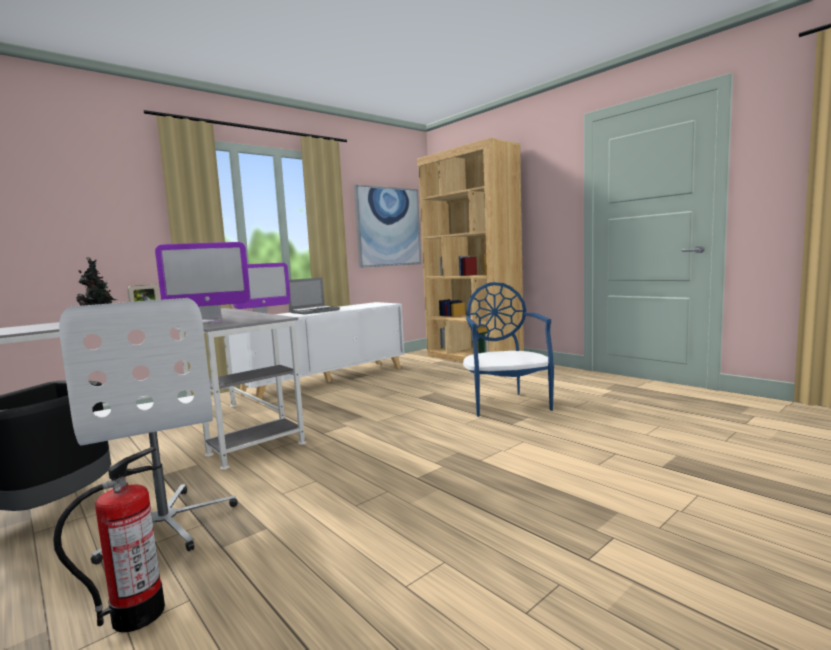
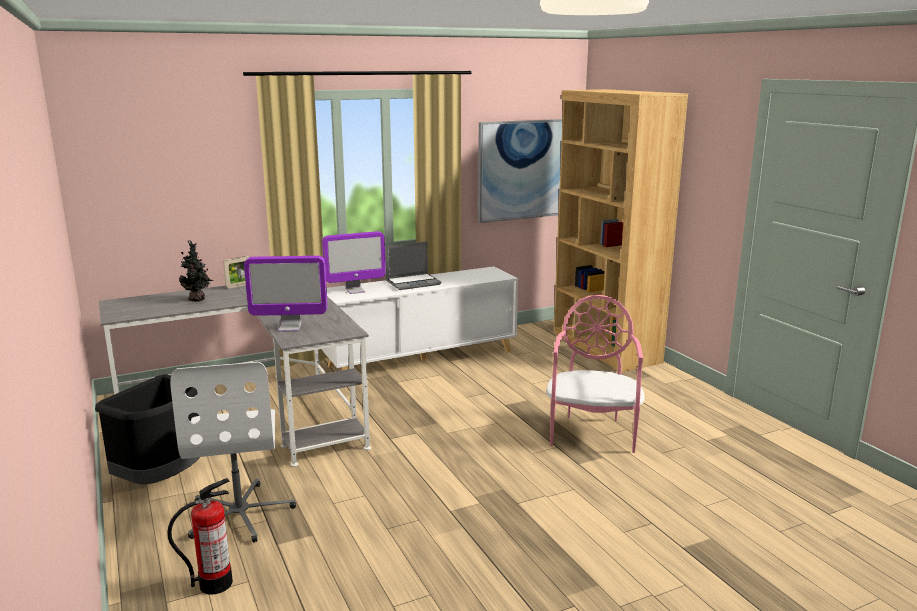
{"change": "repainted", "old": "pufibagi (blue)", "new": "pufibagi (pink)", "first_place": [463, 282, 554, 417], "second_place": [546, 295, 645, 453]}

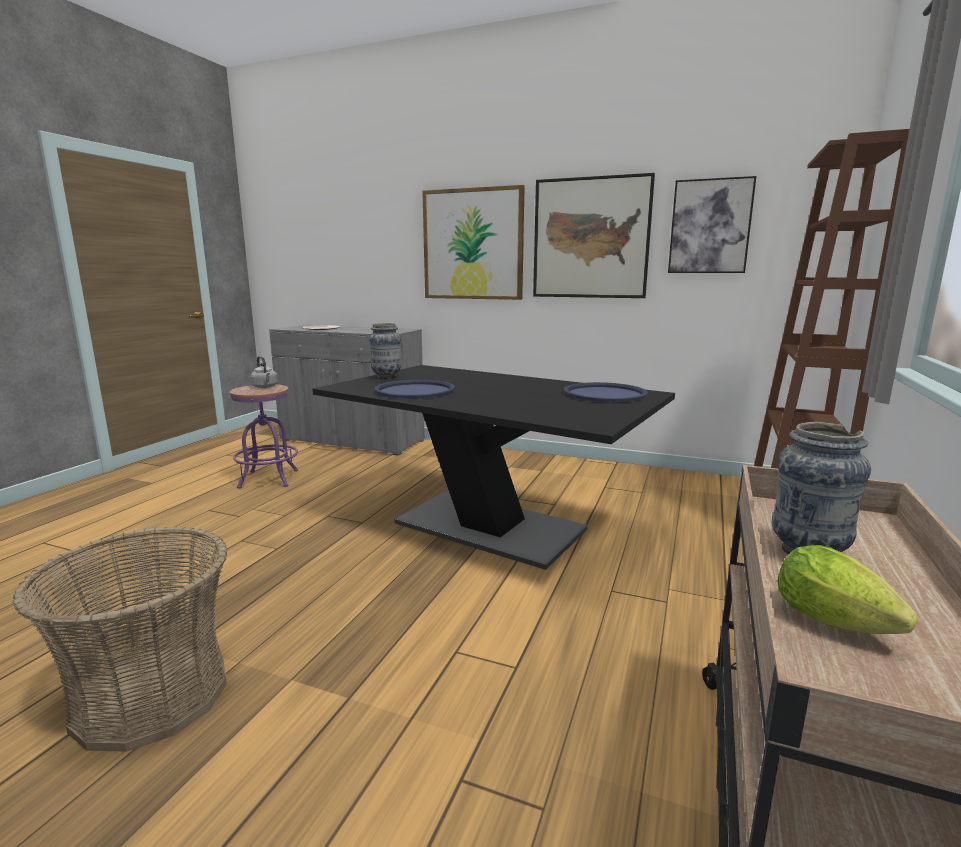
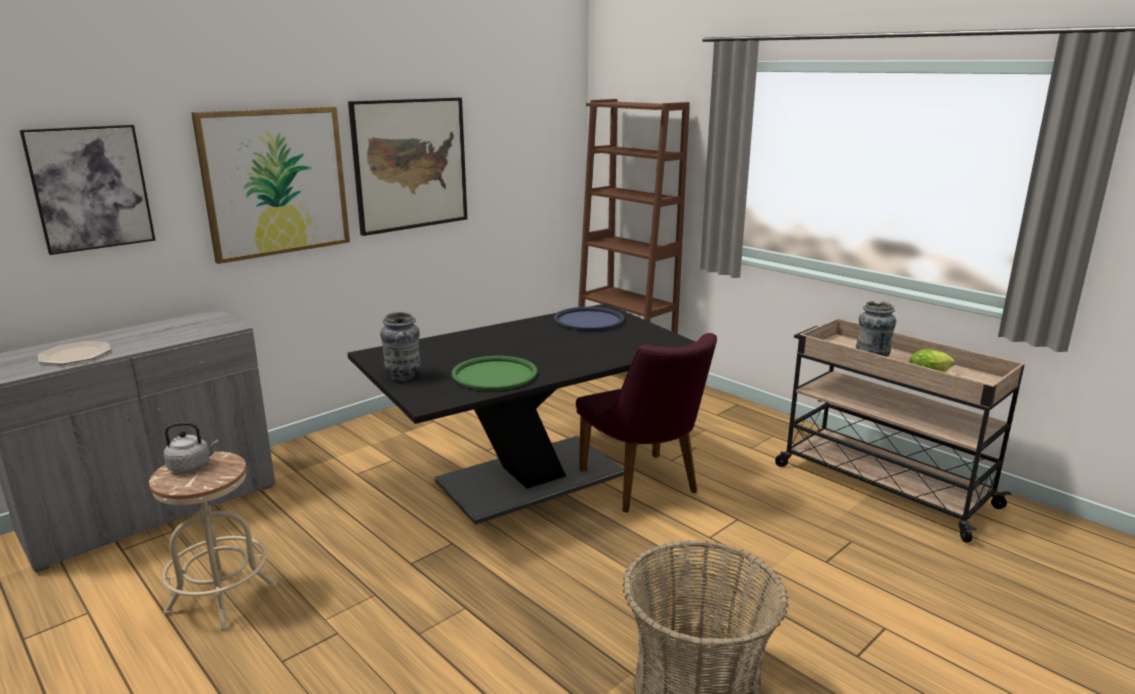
{"change": "shifted", "old": "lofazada", "first_place": [668, 176, 756, 273], "second_place": [20, 125, 155, 255]}
{"change": "repainted", "old": "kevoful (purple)", "new": "kevoful (beige)", "first_place": [230, 384, 298, 489], "second_place": [149, 452, 277, 631]}
{"change": "repainted", "old": "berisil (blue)", "new": "berisil (green)", "first_place": [375, 380, 455, 399], "second_place": [452, 356, 537, 390]}
{"change": "new", "new": "pufibagi (purple)", "second_place": [576, 333, 717, 513]}

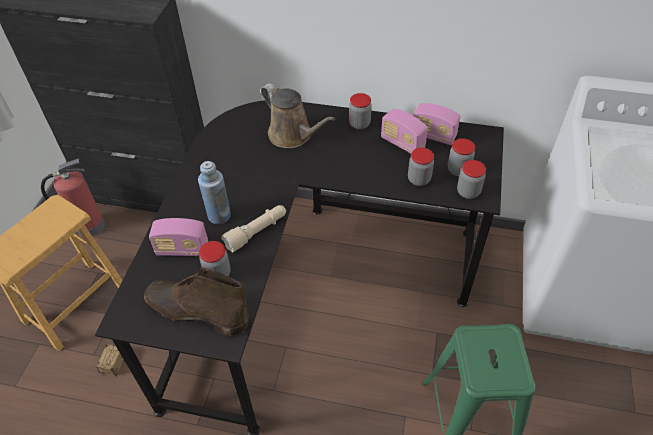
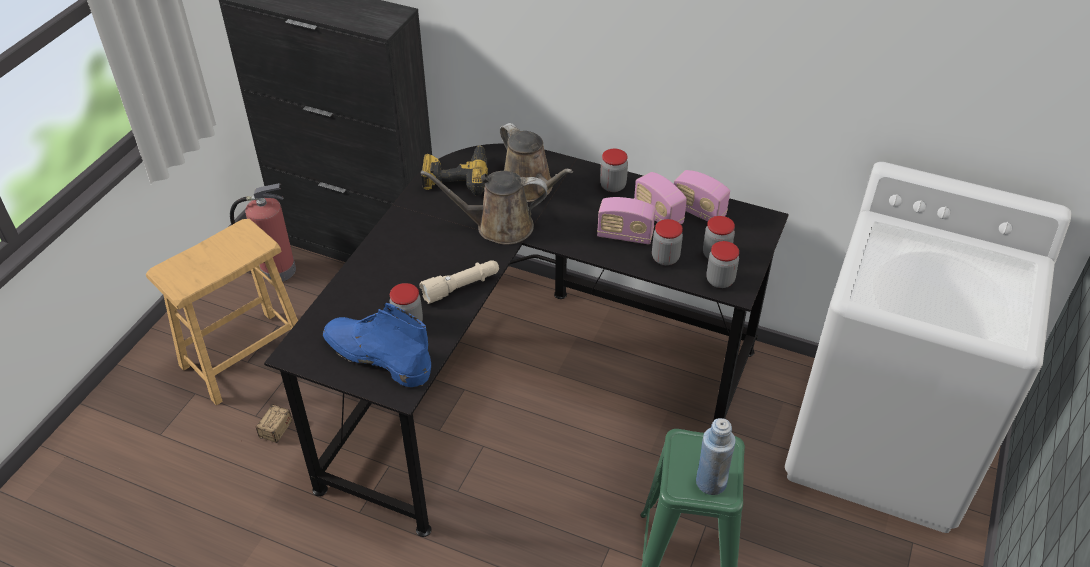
{"change": "repainted", "old": "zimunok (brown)", "new": "zimunok (blue)", "first_place": [144, 267, 249, 336], "second_place": [323, 303, 431, 387]}
{"change": "new", "new": "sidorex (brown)", "second_place": [420, 170, 547, 245]}
{"change": "new", "new": "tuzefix", "second_place": [421, 146, 488, 196]}
{"change": "shifted", "old": "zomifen", "first_place": [149, 218, 208, 256], "second_place": [597, 197, 656, 245]}
{"change": "shifted", "old": "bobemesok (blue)", "first_place": [198, 161, 231, 224], "second_place": [696, 418, 736, 495]}

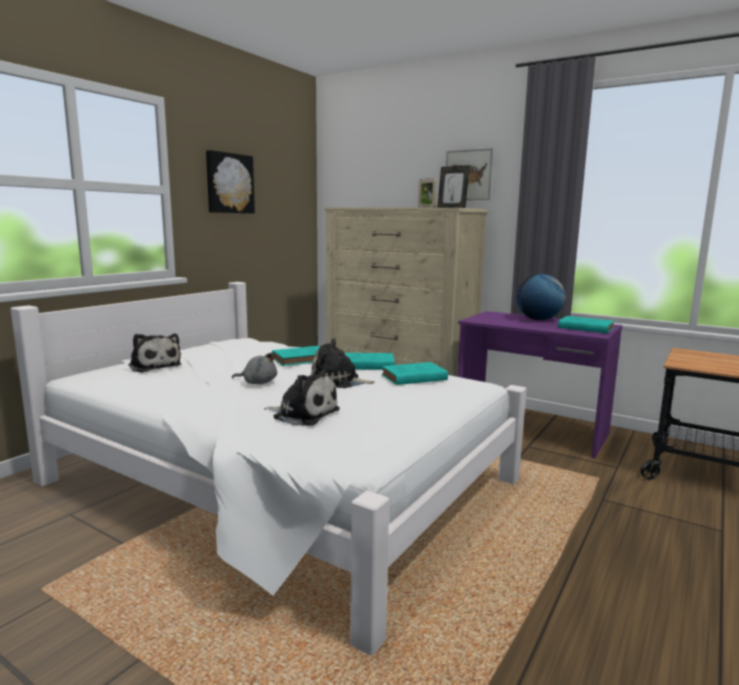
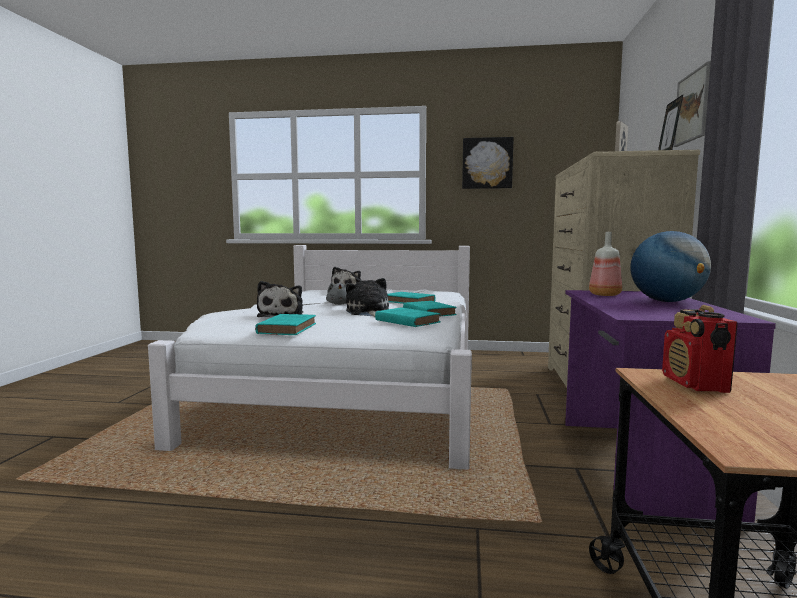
{"change": "shifted", "old": "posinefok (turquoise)", "first_place": [558, 316, 615, 334], "second_place": [255, 314, 316, 335]}
{"change": "new", "new": "bobemesok", "second_place": [589, 232, 622, 296]}
{"change": "new", "new": "zomifen", "second_place": [662, 305, 738, 393]}

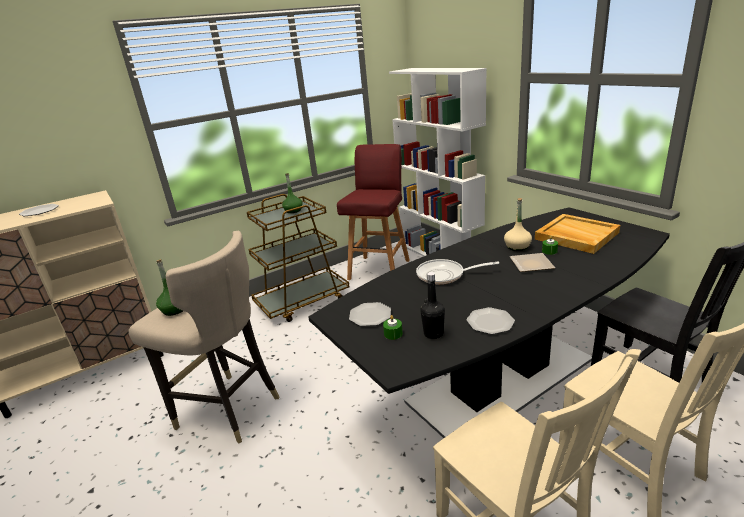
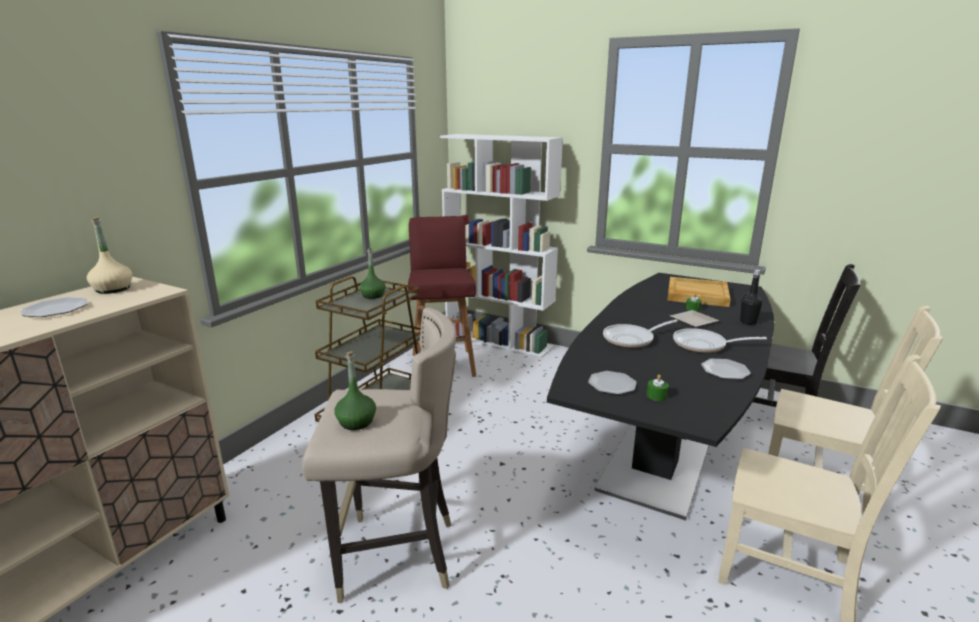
{"change": "shifted", "old": "bobemesok (beige)", "first_place": [504, 198, 532, 251], "second_place": [87, 217, 132, 294]}
{"change": "new", "new": "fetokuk", "second_place": [673, 328, 767, 353]}
{"change": "shifted", "old": "bobemesok (black)", "first_place": [420, 272, 445, 339], "second_place": [740, 269, 762, 325]}

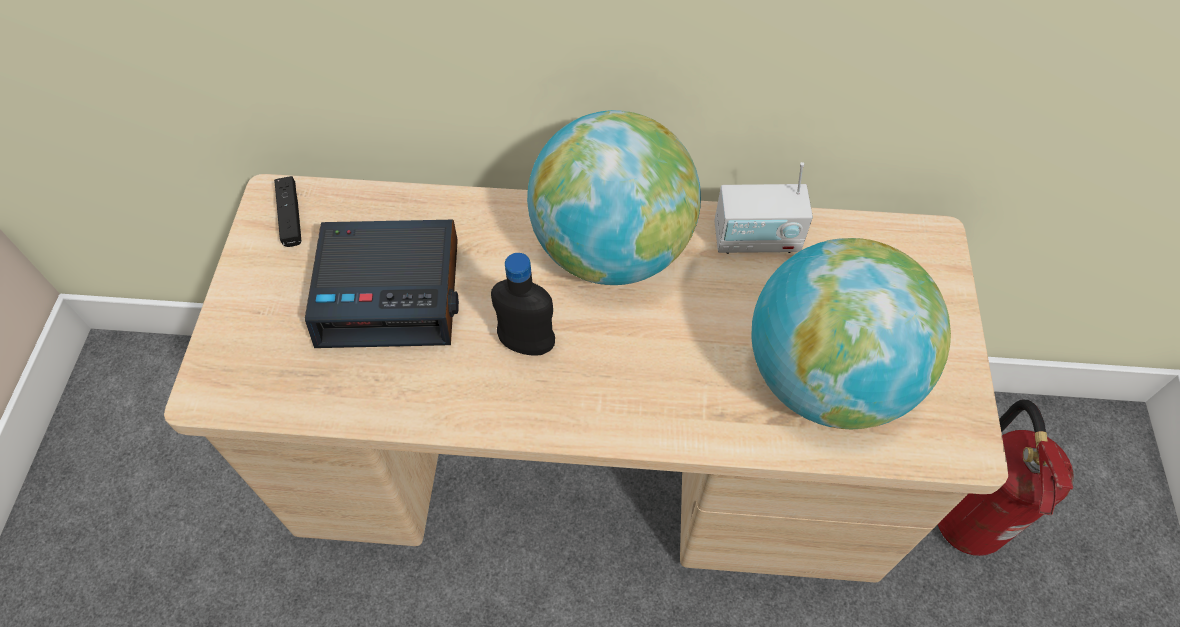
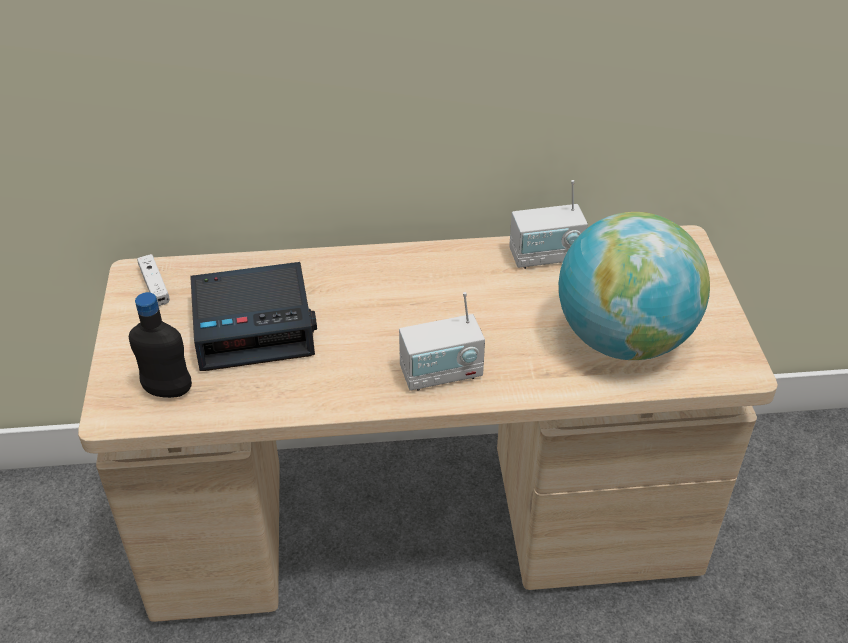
{"change": "shifted", "old": "bobemesok (black)", "first_place": [491, 253, 555, 355], "second_place": [129, 292, 192, 398]}
{"change": "repainted", "old": "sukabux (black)", "new": "sukabux (white)", "first_place": [274, 176, 302, 247], "second_place": [137, 254, 170, 306]}
{"change": "new", "new": "zomifen", "second_place": [399, 292, 485, 391]}
{"change": "gone", "old": "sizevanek", "first_place": [527, 110, 701, 285]}
{"change": "gone", "old": "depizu", "first_place": [938, 400, 1073, 556]}

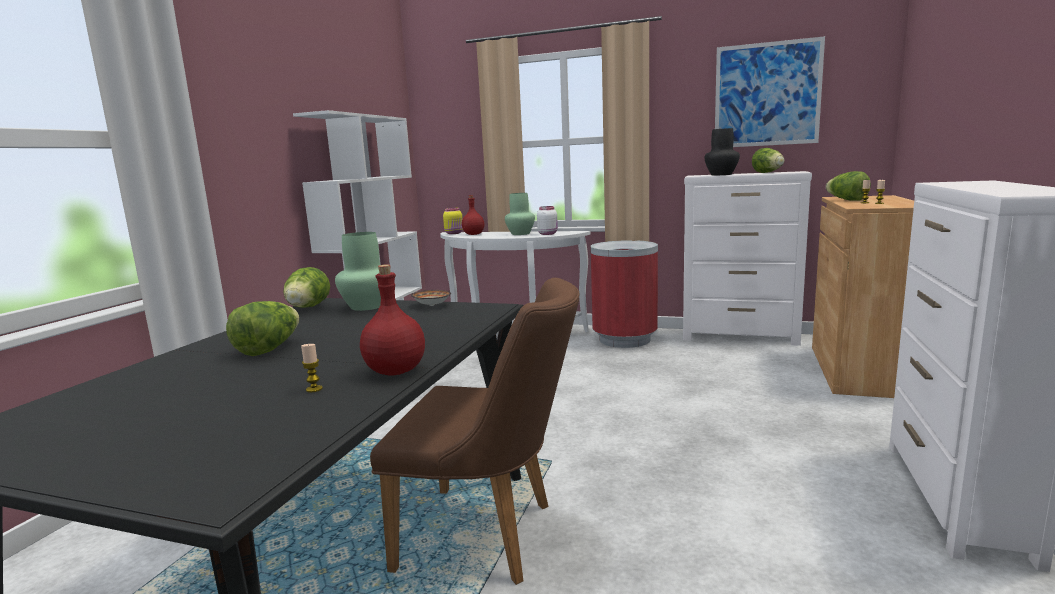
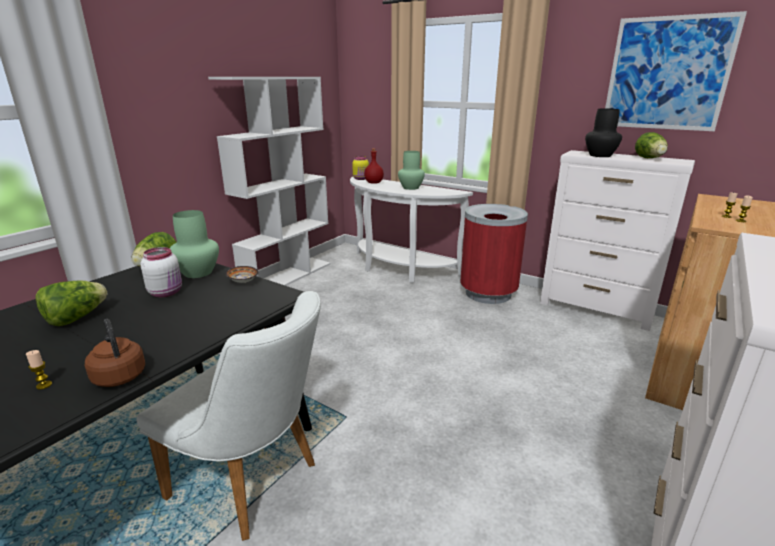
{"change": "swapped", "old": "bobemesok (red)", "new": "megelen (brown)", "first_place": [360, 264, 425, 375], "second_place": [85, 319, 145, 387]}
{"change": "repainted", "old": "pufibagi (brown)", "new": "pufibagi (white)", "first_place": [370, 278, 580, 585], "second_place": [136, 291, 321, 541]}
{"change": "shifted", "old": "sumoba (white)", "first_place": [537, 206, 558, 235], "second_place": [141, 247, 182, 297]}
{"change": "gone", "old": "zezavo", "first_place": [826, 171, 871, 200]}

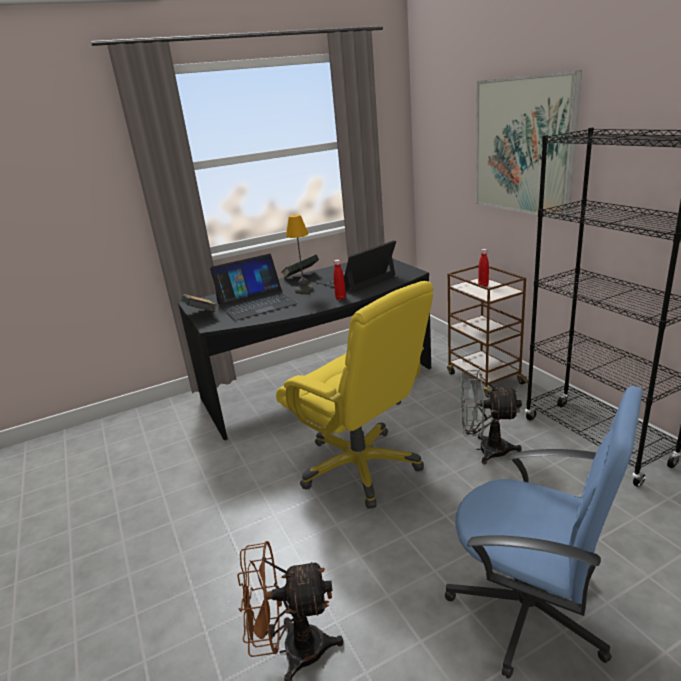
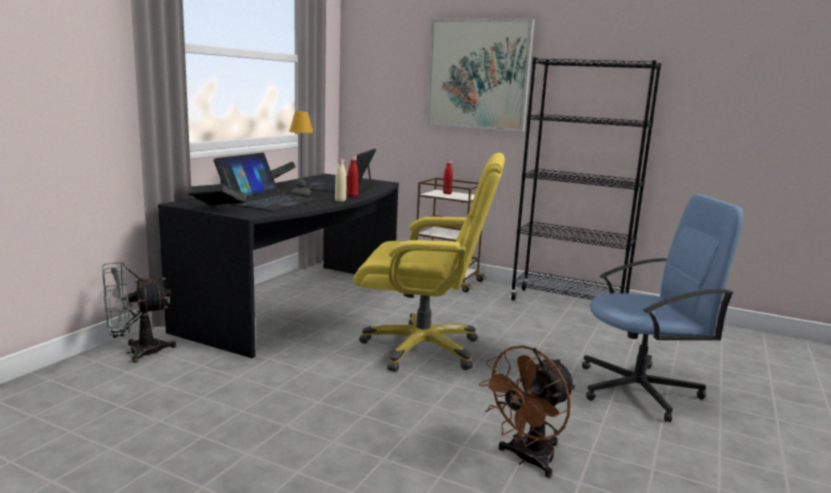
{"change": "shifted", "old": "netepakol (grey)", "first_place": [461, 370, 522, 464], "second_place": [102, 262, 177, 363]}
{"change": "new", "new": "bobemesok (beige)", "second_place": [335, 159, 347, 202]}

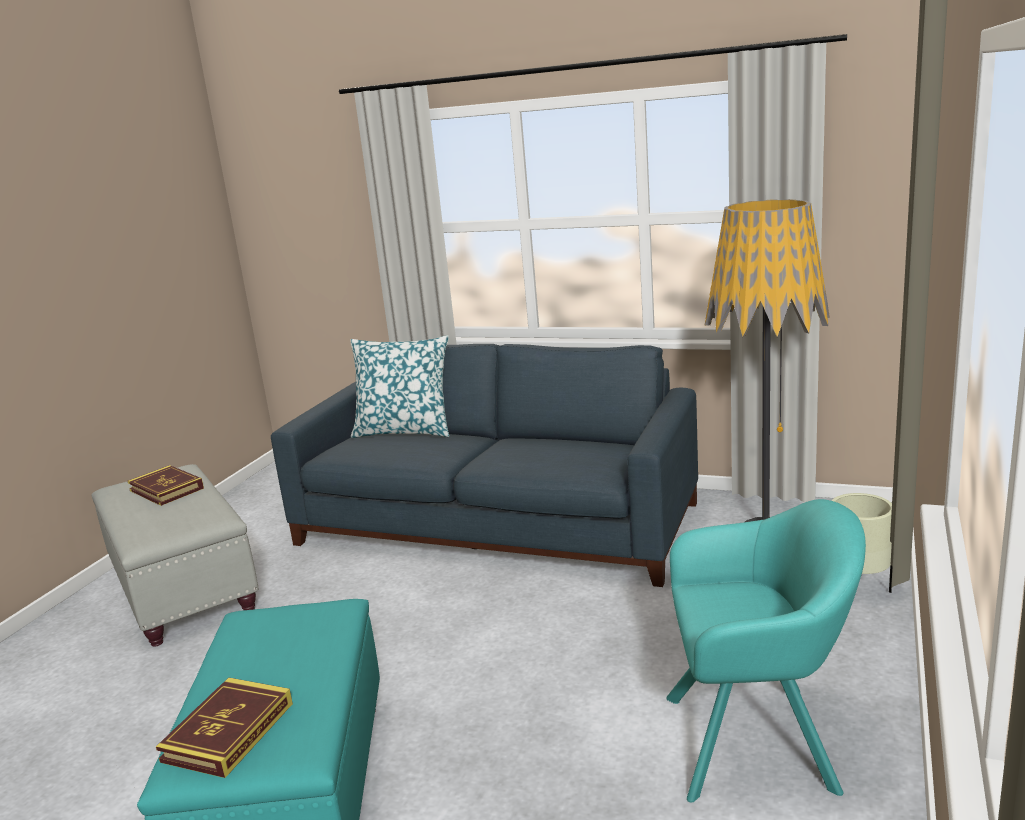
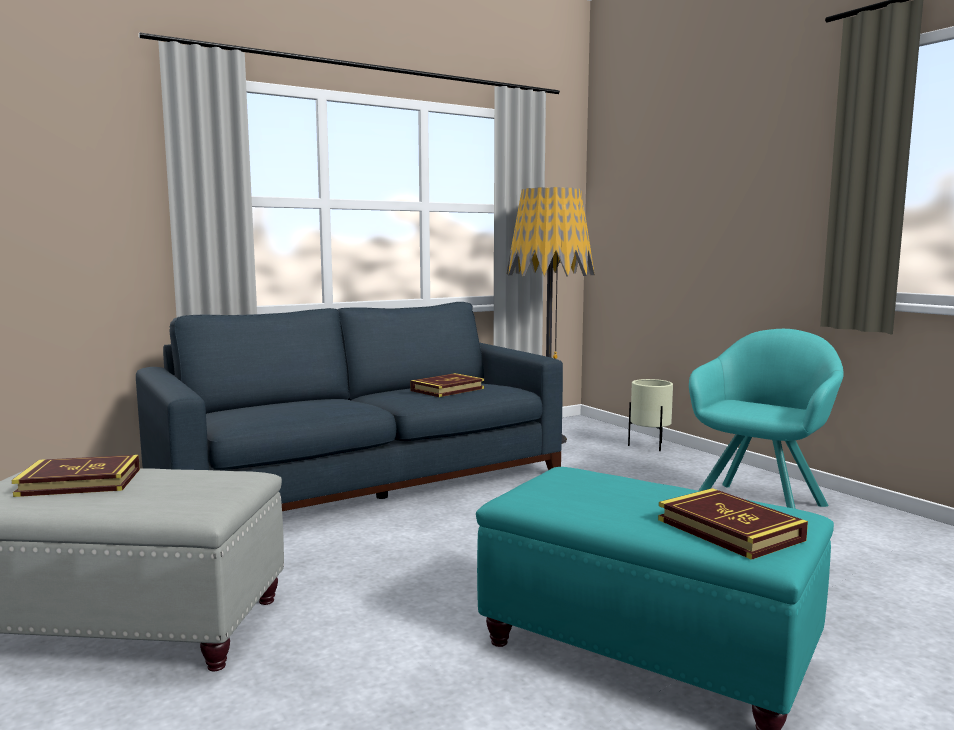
{"change": "new", "new": "posinefok", "second_place": [410, 373, 484, 397]}
{"change": "gone", "old": "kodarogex", "first_place": [350, 335, 449, 438]}

